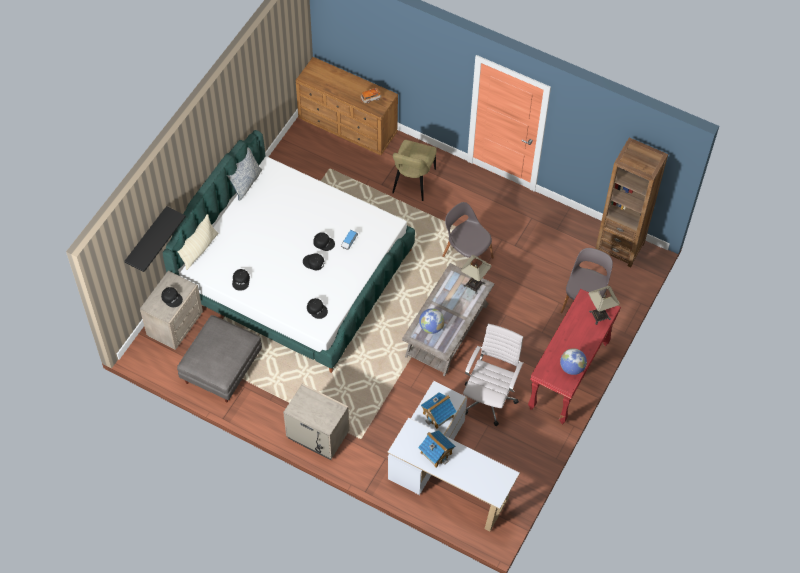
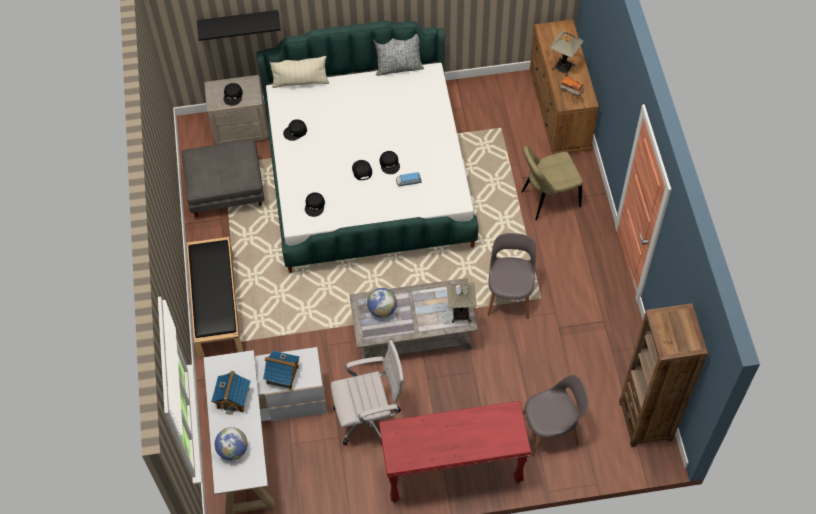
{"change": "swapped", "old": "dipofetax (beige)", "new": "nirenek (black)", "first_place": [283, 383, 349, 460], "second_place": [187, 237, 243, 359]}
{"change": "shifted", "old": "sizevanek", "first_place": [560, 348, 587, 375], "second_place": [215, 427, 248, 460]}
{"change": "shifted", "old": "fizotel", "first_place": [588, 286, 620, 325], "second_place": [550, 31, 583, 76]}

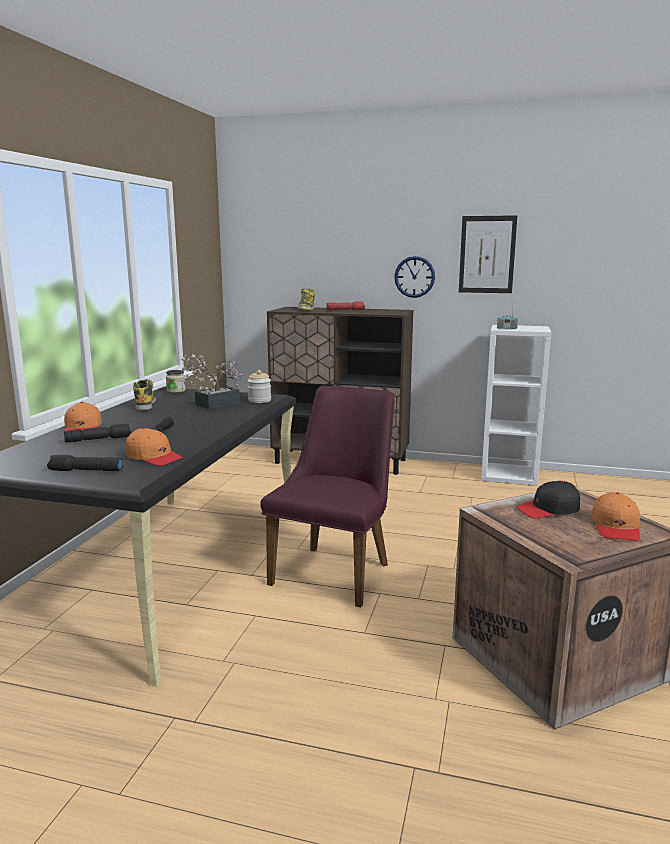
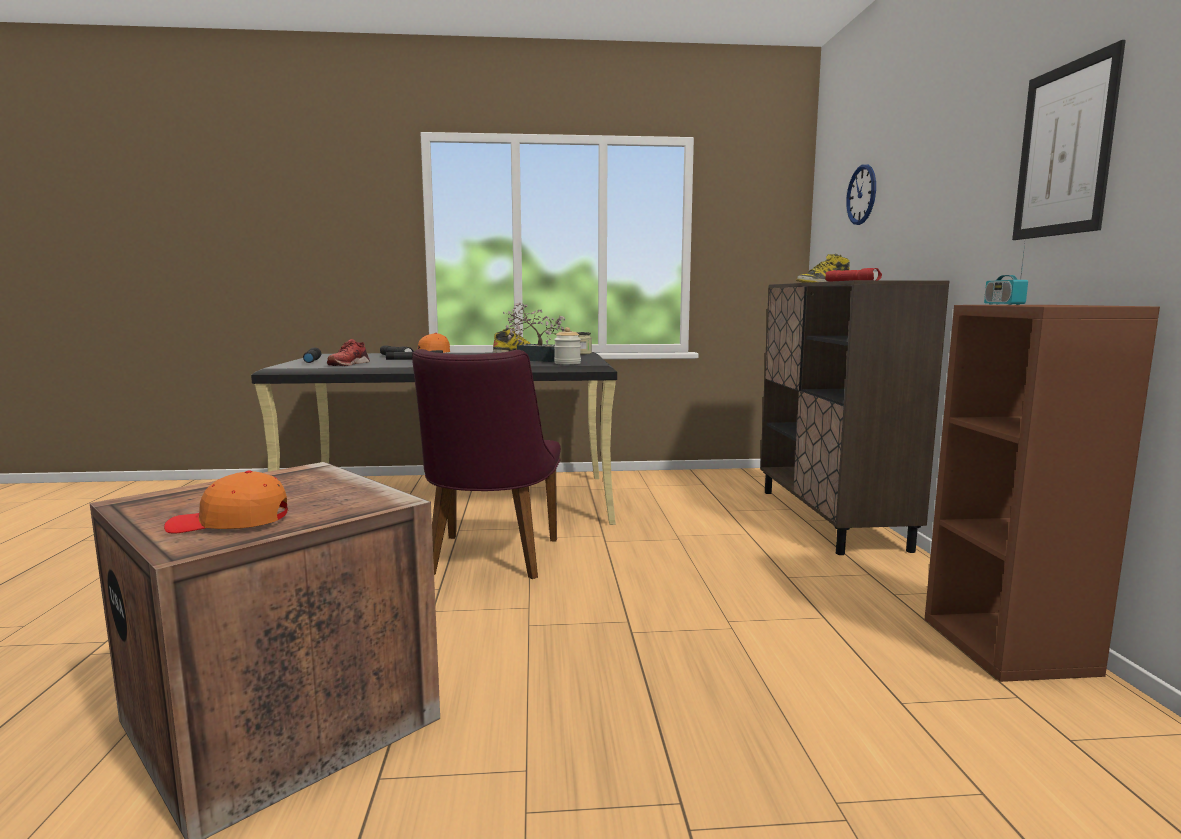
{"change": "swapped", "old": "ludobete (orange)", "new": "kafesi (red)", "first_place": [126, 428, 183, 466], "second_place": [327, 339, 370, 366]}
{"change": "rotated", "old": "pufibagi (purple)", "first_place": [260, 386, 395, 607], "second_place": [412, 349, 561, 579], "degrees": 90}
{"change": "shifted", "old": "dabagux", "first_place": [394, 256, 435, 298], "second_place": [846, 164, 876, 225]}
{"change": "repainted", "old": "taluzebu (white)", "new": "taluzebu (brown)", "first_place": [481, 325, 551, 486], "second_place": [925, 305, 1160, 682]}
{"change": "gone", "old": "ludobete (black)", "first_place": [516, 481, 580, 518]}

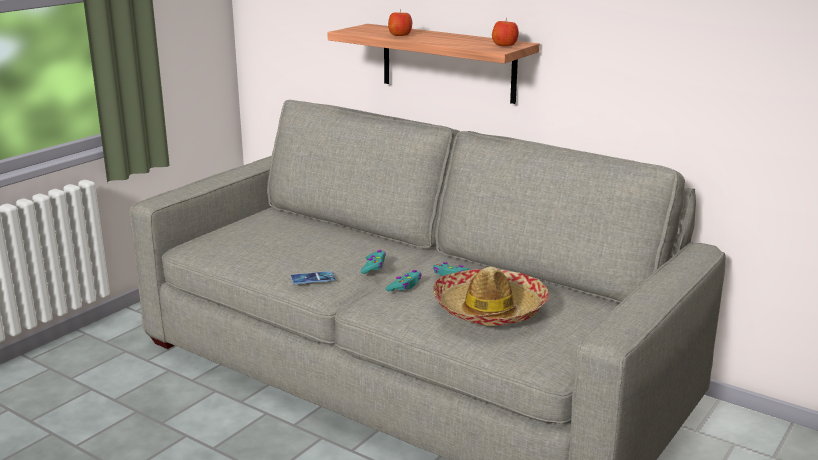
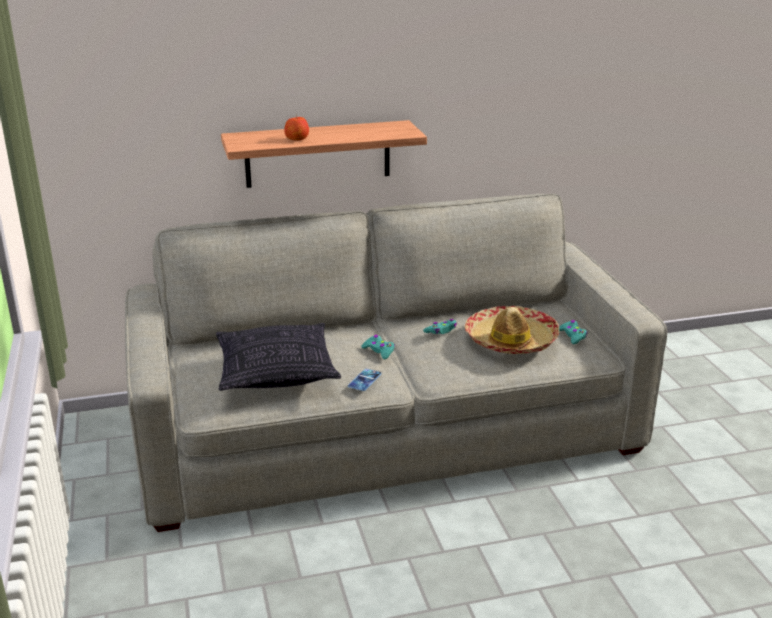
{"change": "new", "new": "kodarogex", "second_place": [216, 323, 341, 391]}
{"change": "shifted", "old": "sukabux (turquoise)", "first_place": [385, 270, 422, 291], "second_place": [559, 320, 587, 344]}
{"change": "gone", "old": "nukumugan", "first_place": [492, 18, 519, 46]}

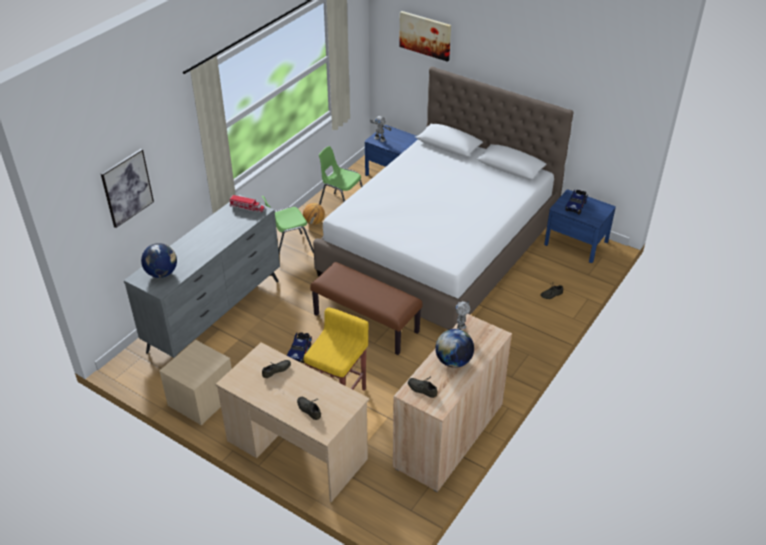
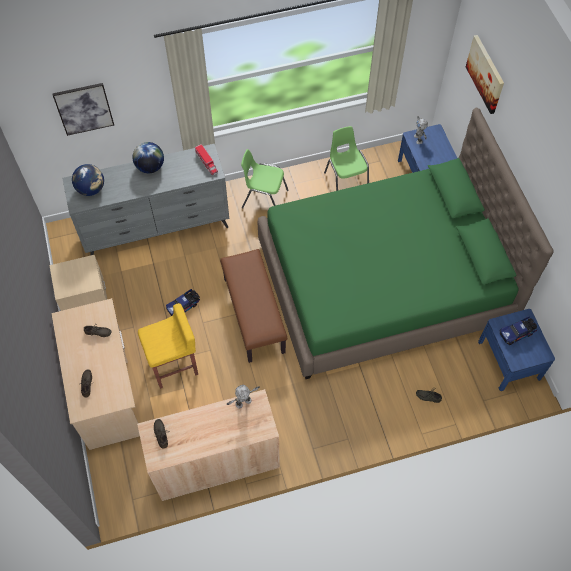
{"change": "shifted", "old": "sizevanek", "first_place": [435, 329, 474, 368], "second_place": [133, 142, 164, 173]}
{"change": "repainted", "old": "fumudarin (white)", "new": "fumudarin (green)", "first_place": [313, 67, 574, 330], "second_place": [258, 108, 554, 379]}
{"change": "gone", "old": "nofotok", "first_place": [303, 203, 325, 225]}

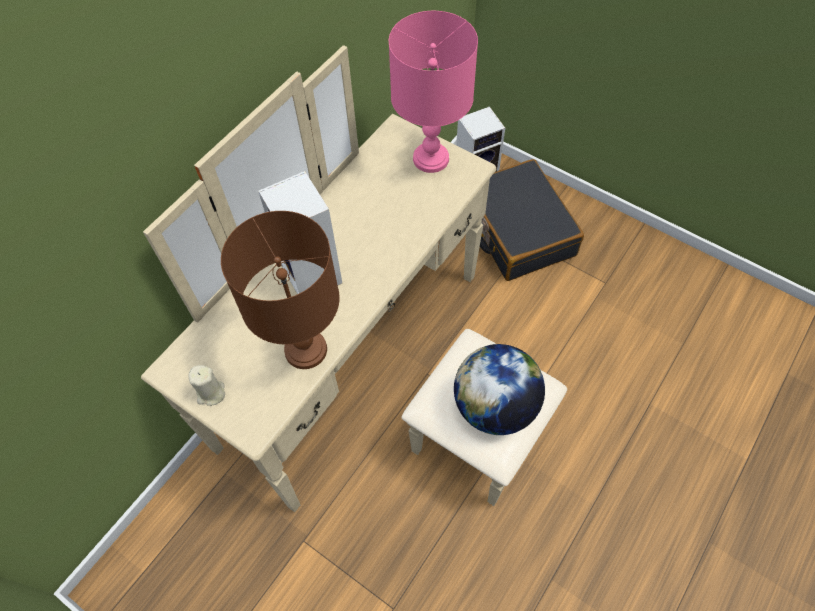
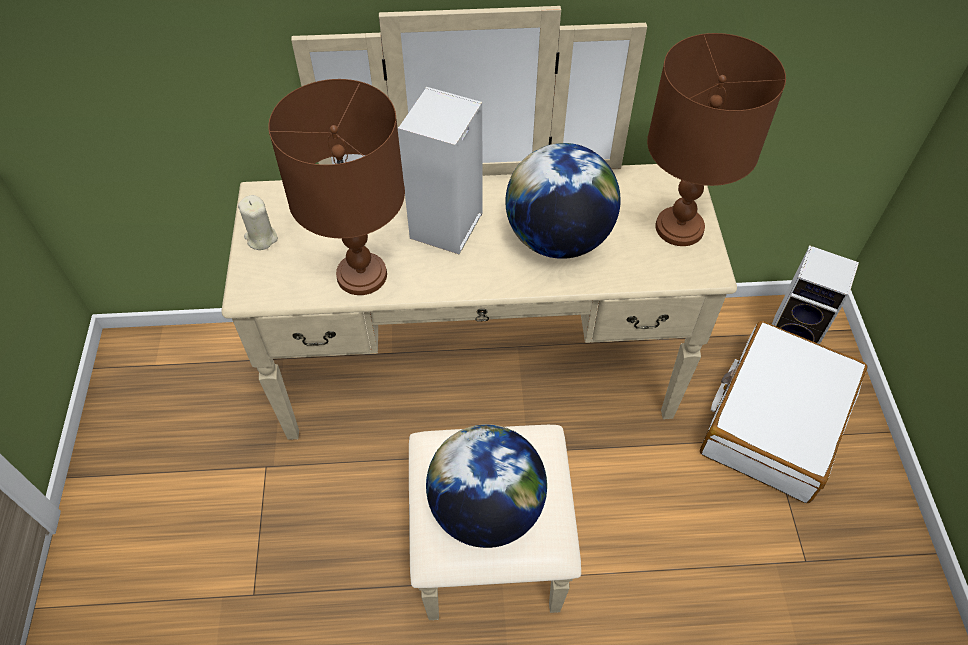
{"change": "new", "new": "sizevanek", "second_place": [505, 143, 621, 259]}
{"change": "repainted", "old": "fizotel (pink)", "new": "fizotel (brown)", "first_place": [389, 11, 478, 173], "second_place": [647, 33, 786, 246]}
{"change": "repainted", "old": "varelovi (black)", "new": "varelovi (white)", "first_place": [480, 159, 584, 281], "second_place": [700, 321, 867, 503]}

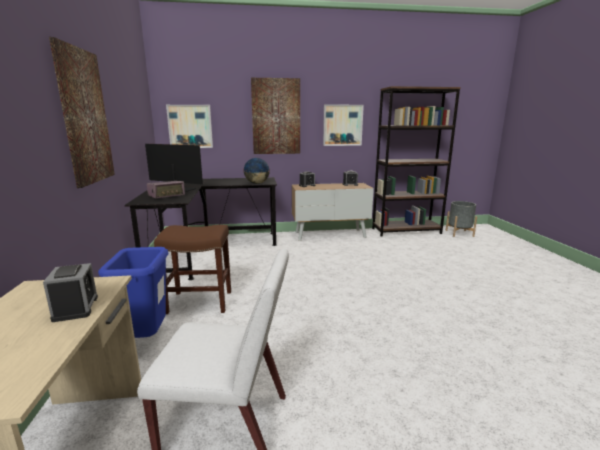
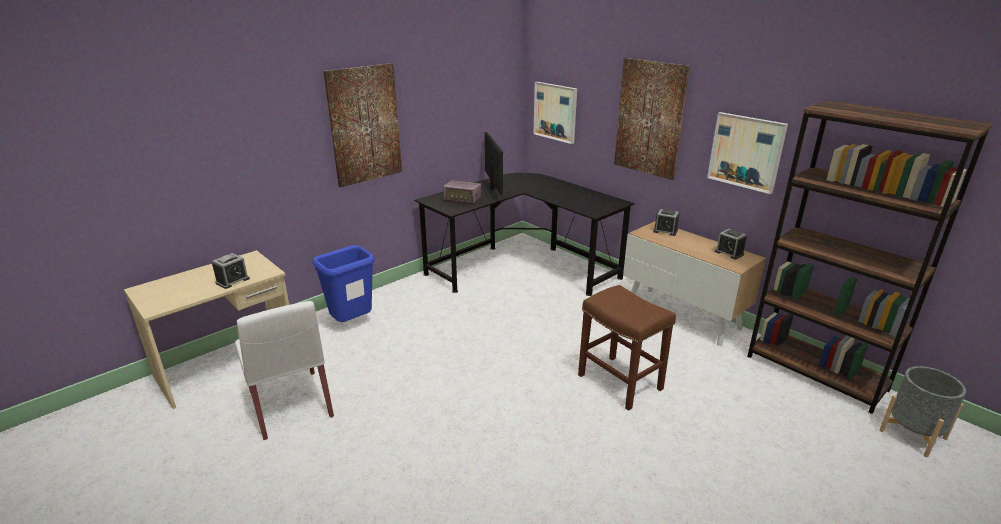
{"change": "shifted", "old": "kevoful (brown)", "first_place": [154, 225, 231, 314], "second_place": [578, 285, 676, 411]}
{"change": "gone", "old": "sizevanek", "first_place": [243, 158, 270, 184]}

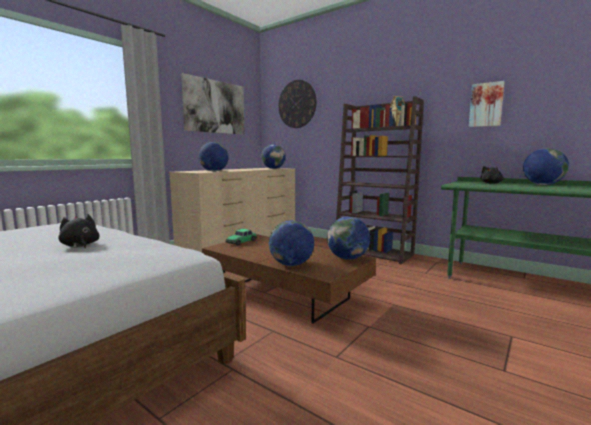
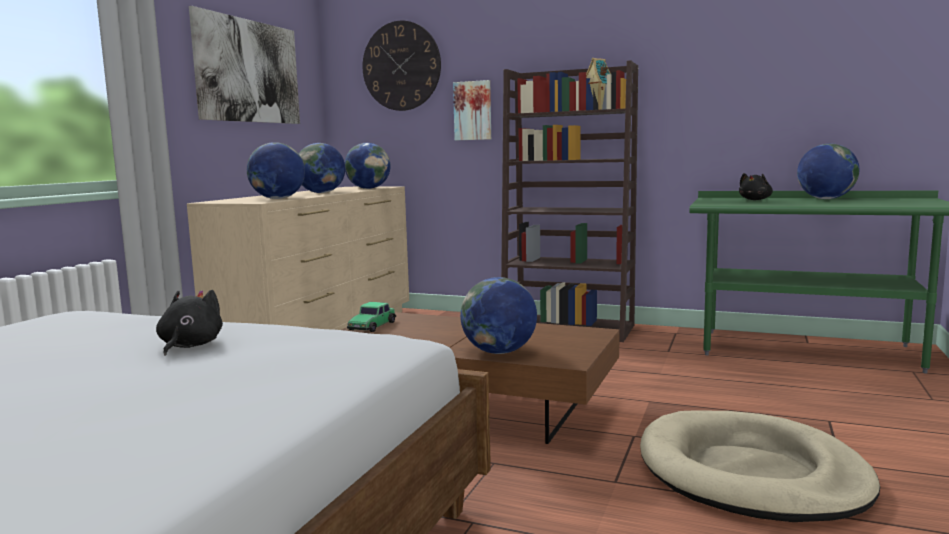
{"change": "rotated", "old": "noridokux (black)", "first_place": [58, 214, 100, 249], "second_place": [156, 290, 223, 356], "degrees": 60}
{"change": "shifted", "old": "sizevanek", "first_place": [327, 217, 370, 260], "second_place": [299, 143, 345, 193]}
{"change": "shifted", "old": "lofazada", "first_place": [469, 81, 505, 127], "second_place": [453, 80, 491, 140]}
{"change": "new", "new": "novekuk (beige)", "second_place": [640, 410, 880, 522]}

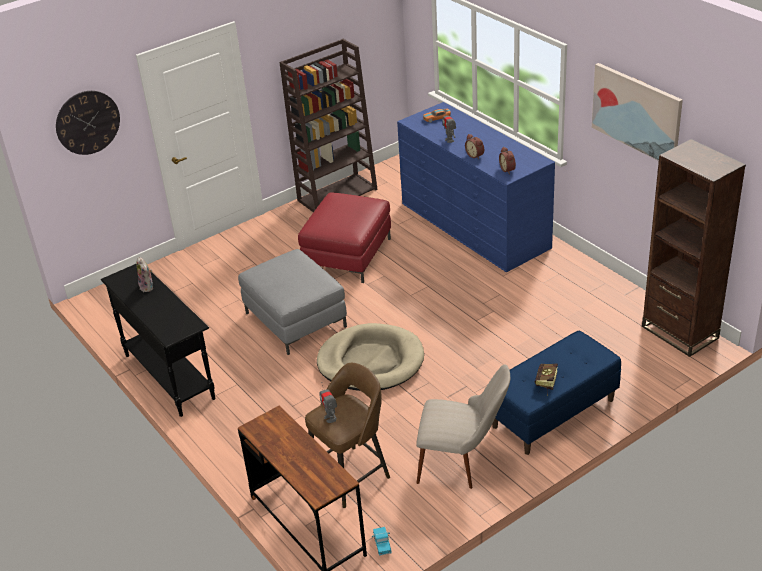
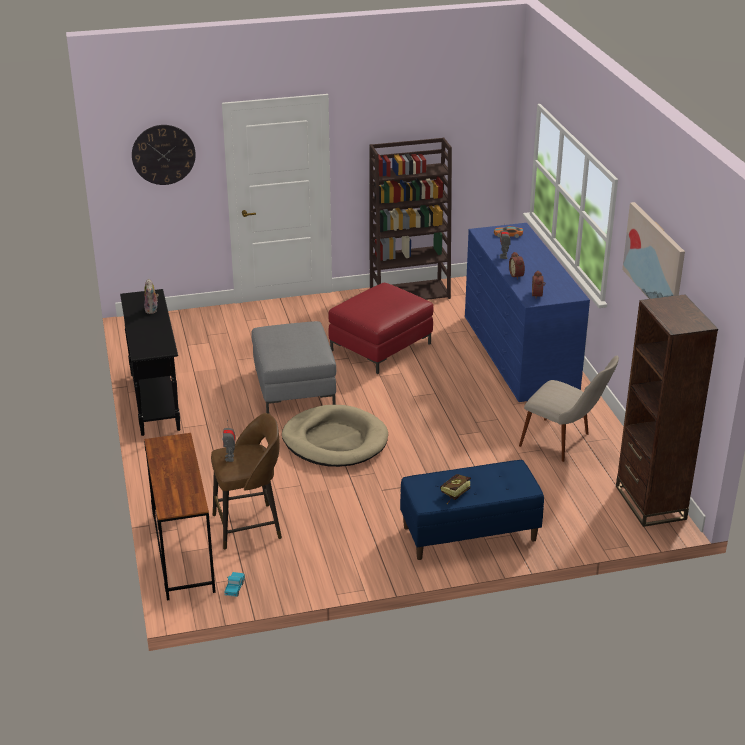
{"change": "shifted", "old": "pufibagi (beige)", "first_place": [416, 365, 510, 489], "second_place": [519, 356, 619, 462]}

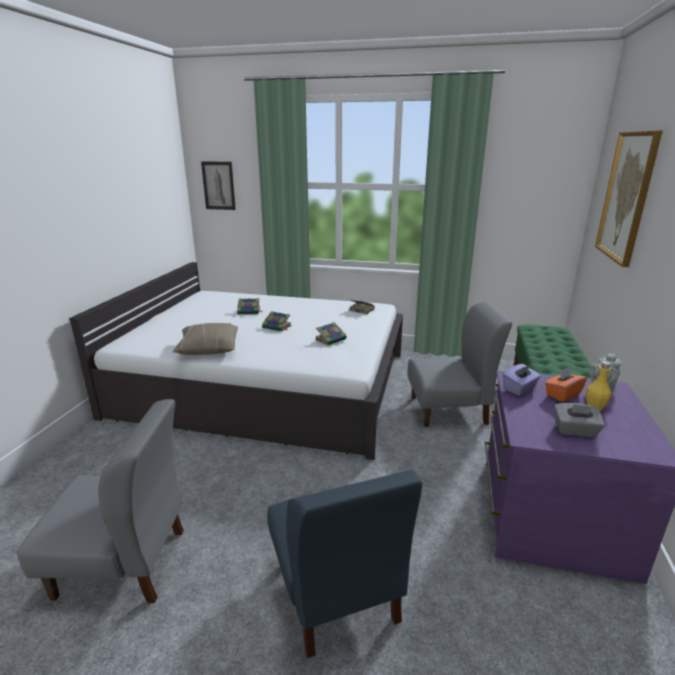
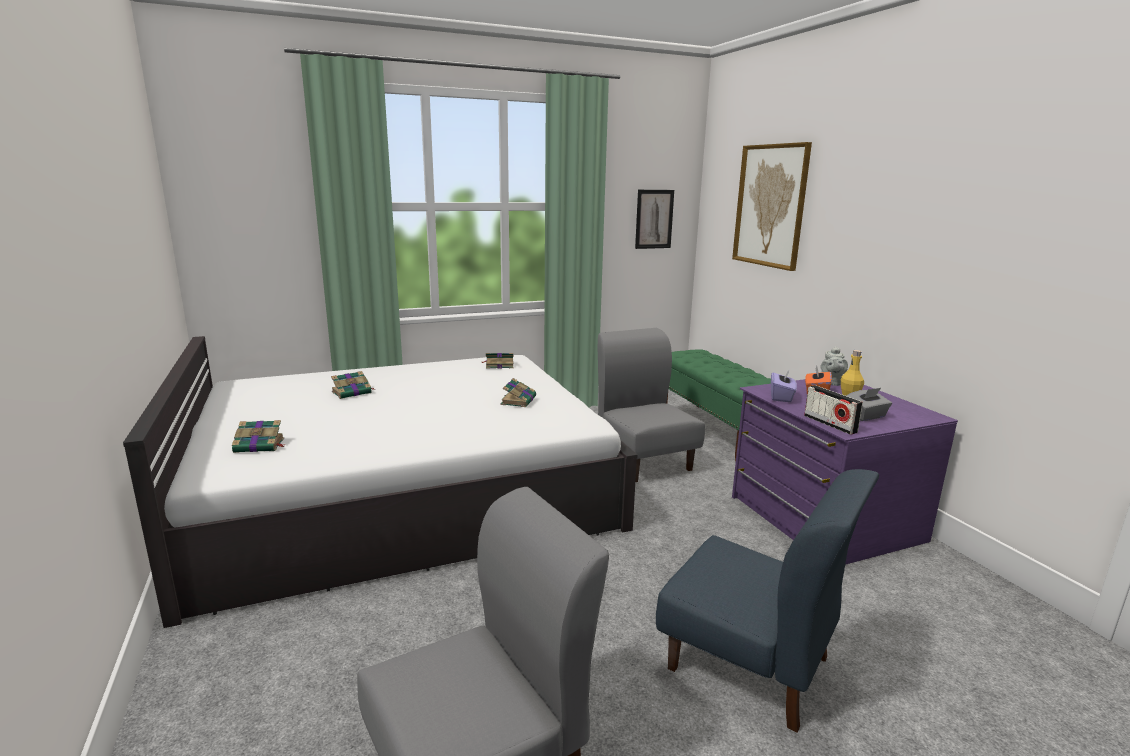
{"change": "shifted", "old": "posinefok", "first_place": [262, 311, 292, 332], "second_place": [232, 420, 286, 453]}
{"change": "rotated", "old": "pufibagi (grey)", "first_place": [407, 302, 512, 427], "second_place": [598, 328, 705, 482], "degrees": -75}
{"change": "shifted", "old": "lofazada", "first_place": [201, 161, 236, 210], "second_place": [635, 190, 674, 249]}
{"change": "new", "new": "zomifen", "second_place": [804, 385, 863, 434]}
{"change": "gone", "old": "kodarogex (beige)", "first_place": [173, 323, 238, 355]}

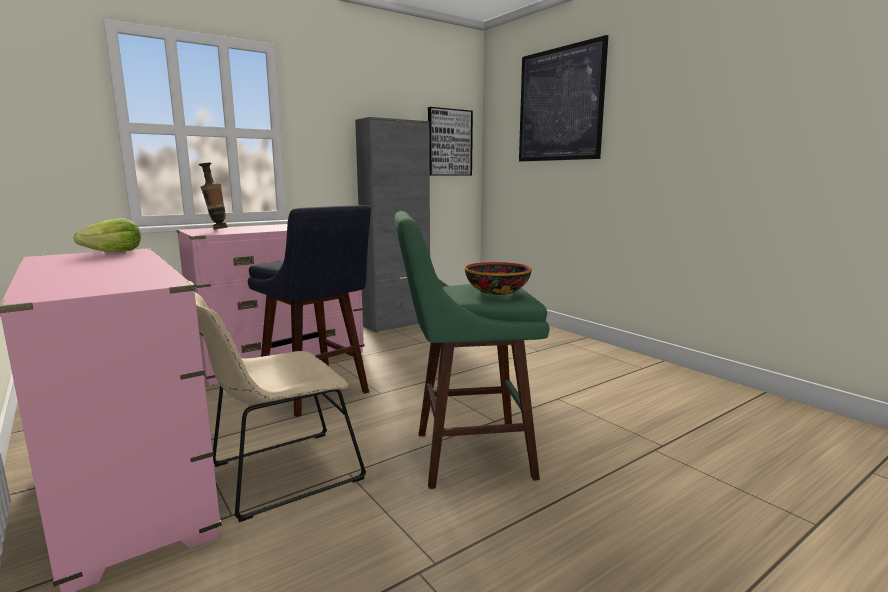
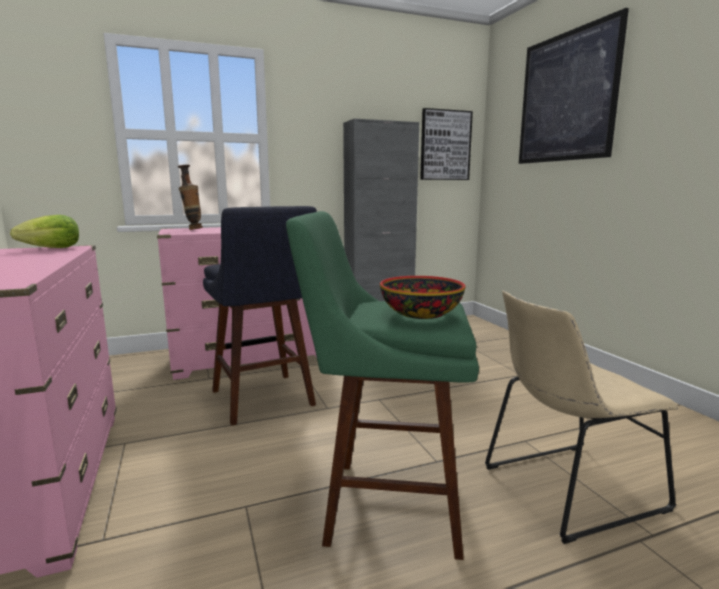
{"change": "shifted", "old": "pufibagi (beige)", "first_place": [195, 293, 366, 522], "second_place": [485, 291, 678, 544]}

